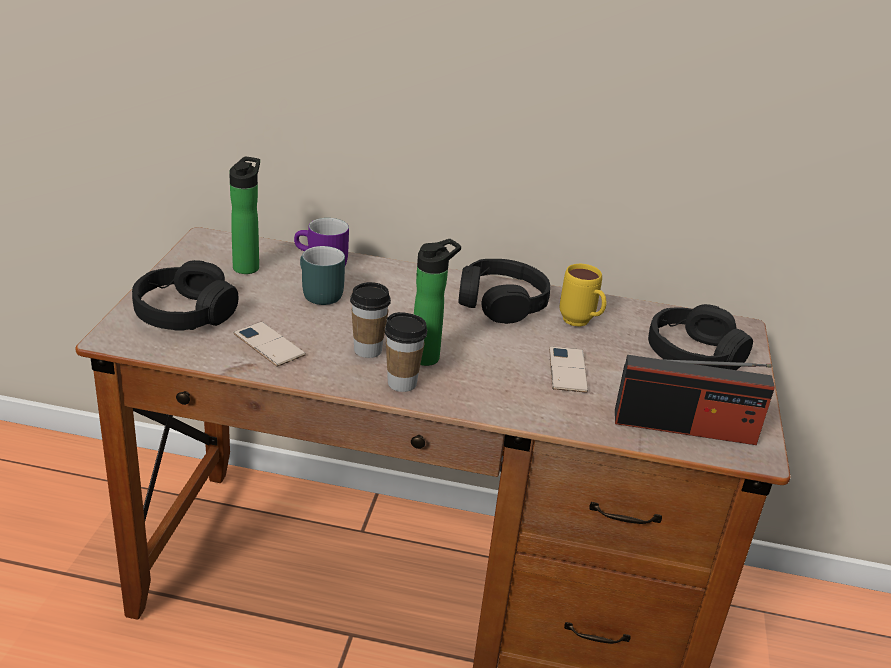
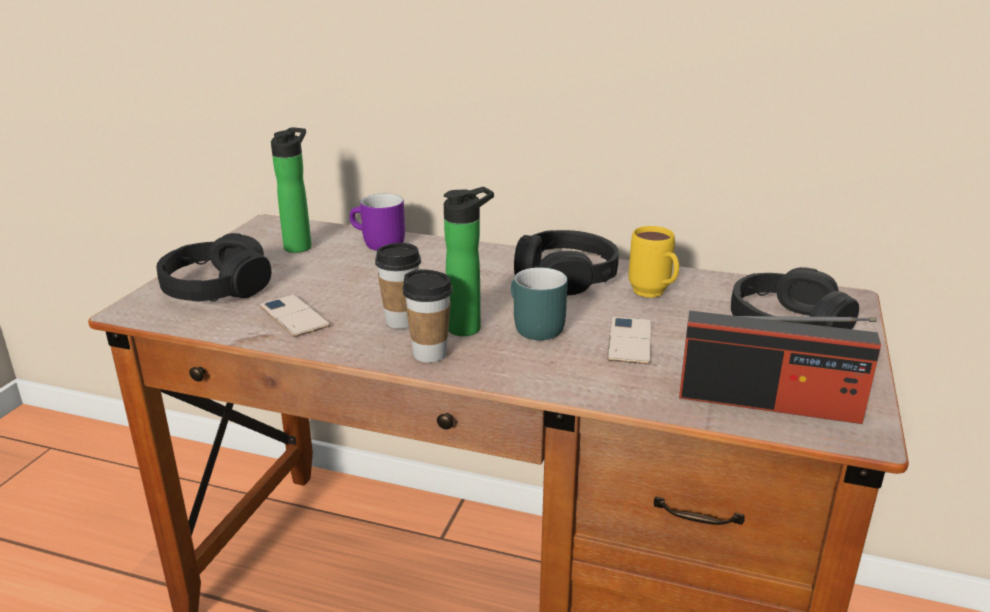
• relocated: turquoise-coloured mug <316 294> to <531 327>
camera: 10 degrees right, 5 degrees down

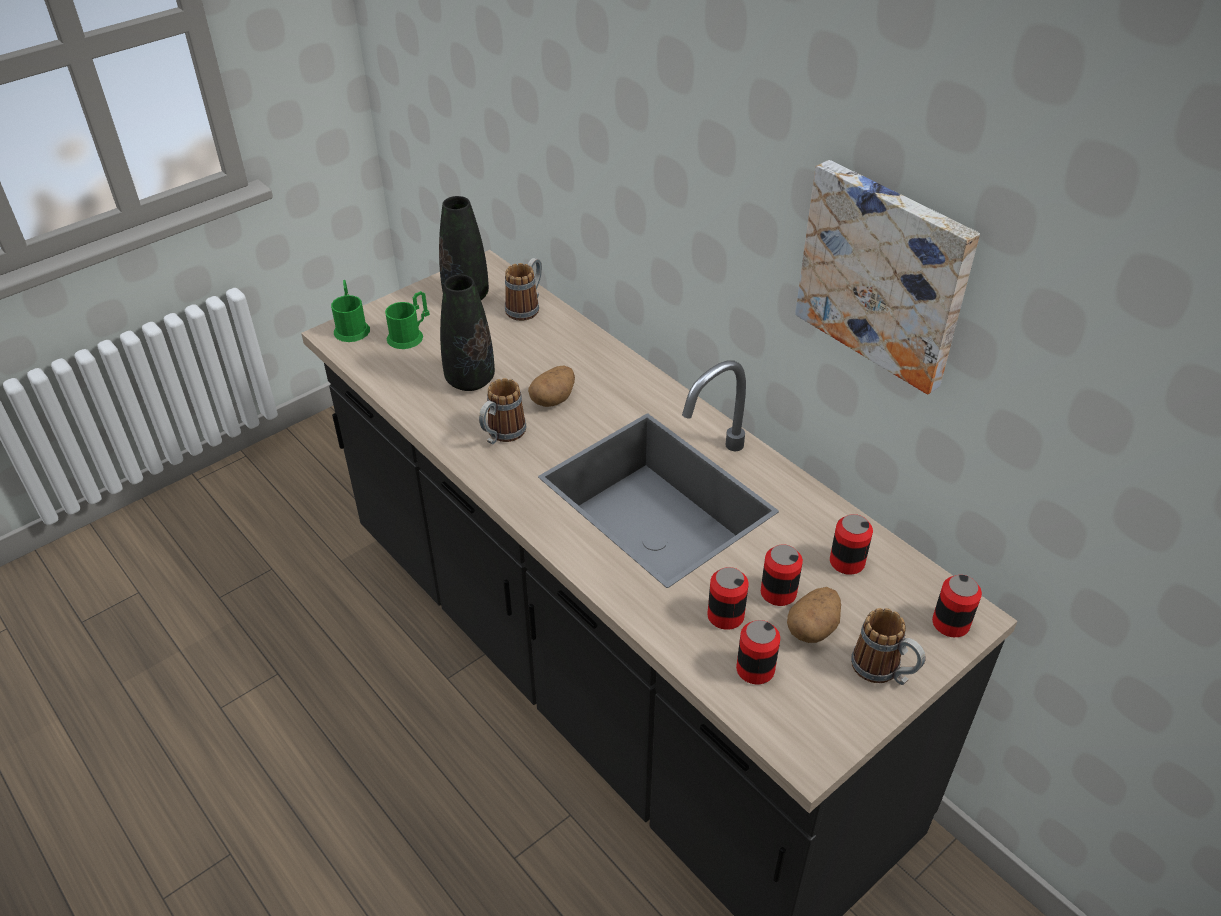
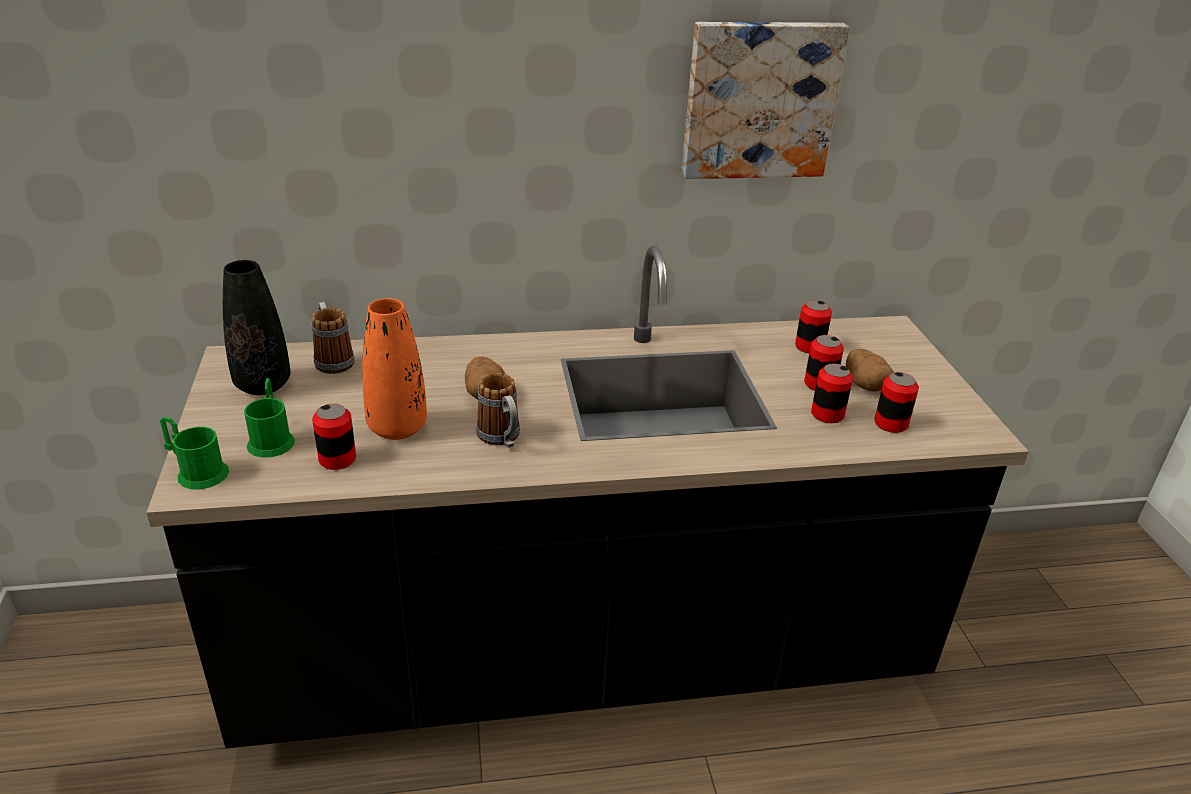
• relocated: metal can <950 623> to <337 459>
• colour: black vase <470 380> to orange vase <397 428>
• missing: mug <883 672>
camera: 60 degrees left, 10 degrees down

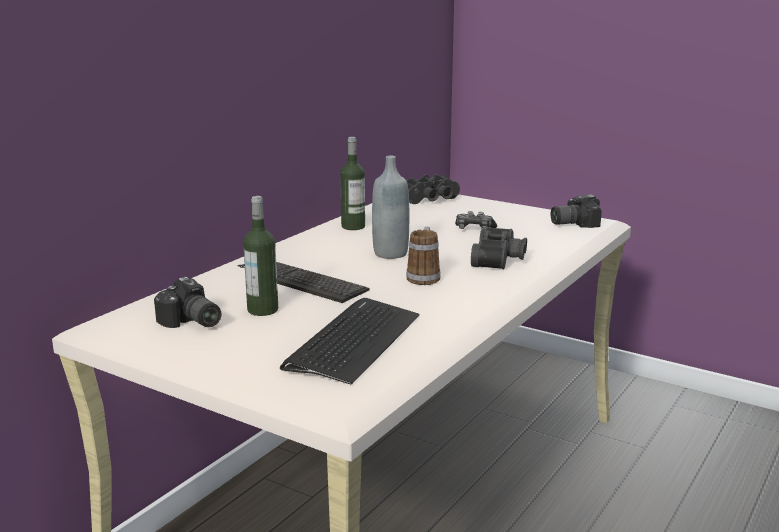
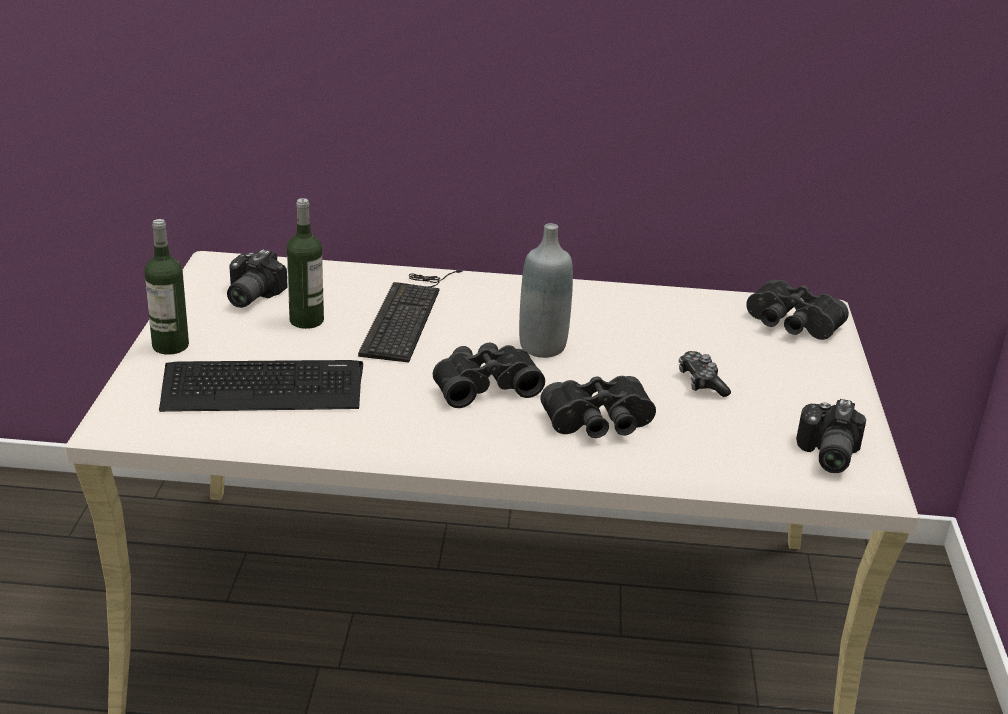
• relocated: bottle <353 226> to <170 346>
• exchanged: mug <424 276> to black pair of binoculars <484 386>
• spun: still camera <572 223> = <825 455> 120 degrees counterclockwise
camera: 60 degrees right, 10 degrees up

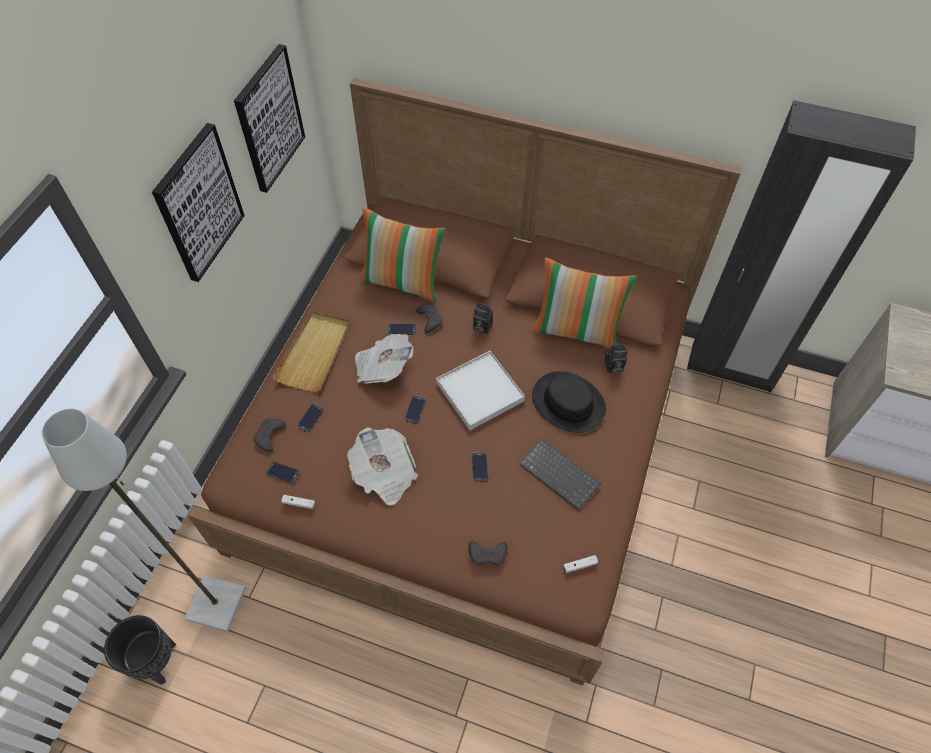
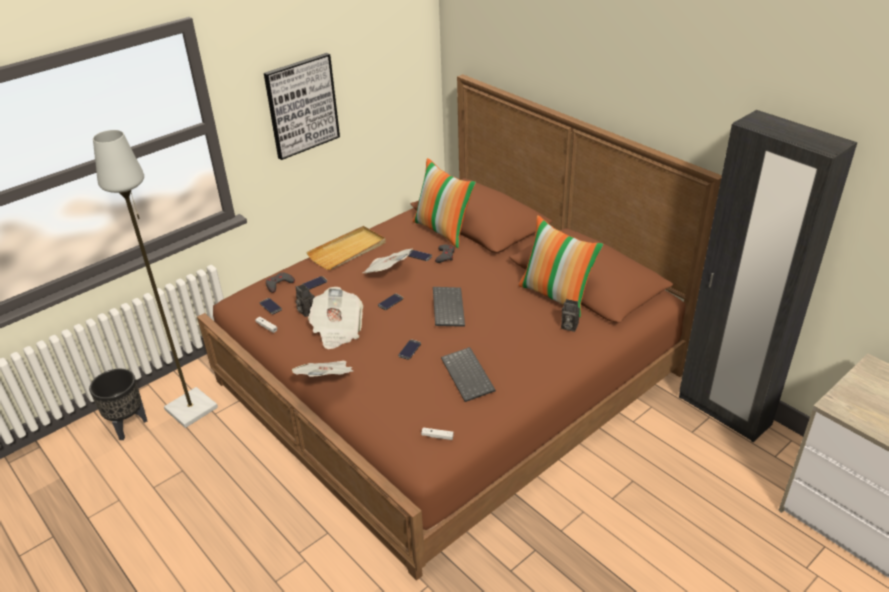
• appeared: newspaper <327 380>
• relocated: still camera <481 327> to <306 311>
• exchanged: white-coloured serving tray <479 392> to keyboard <447 307>
• missing: wall art <269 119>
• missing: greyish joypad <487 554>
• missing: black wearable hat <568 402>
camera: 30 degrees right, 20 degrees down

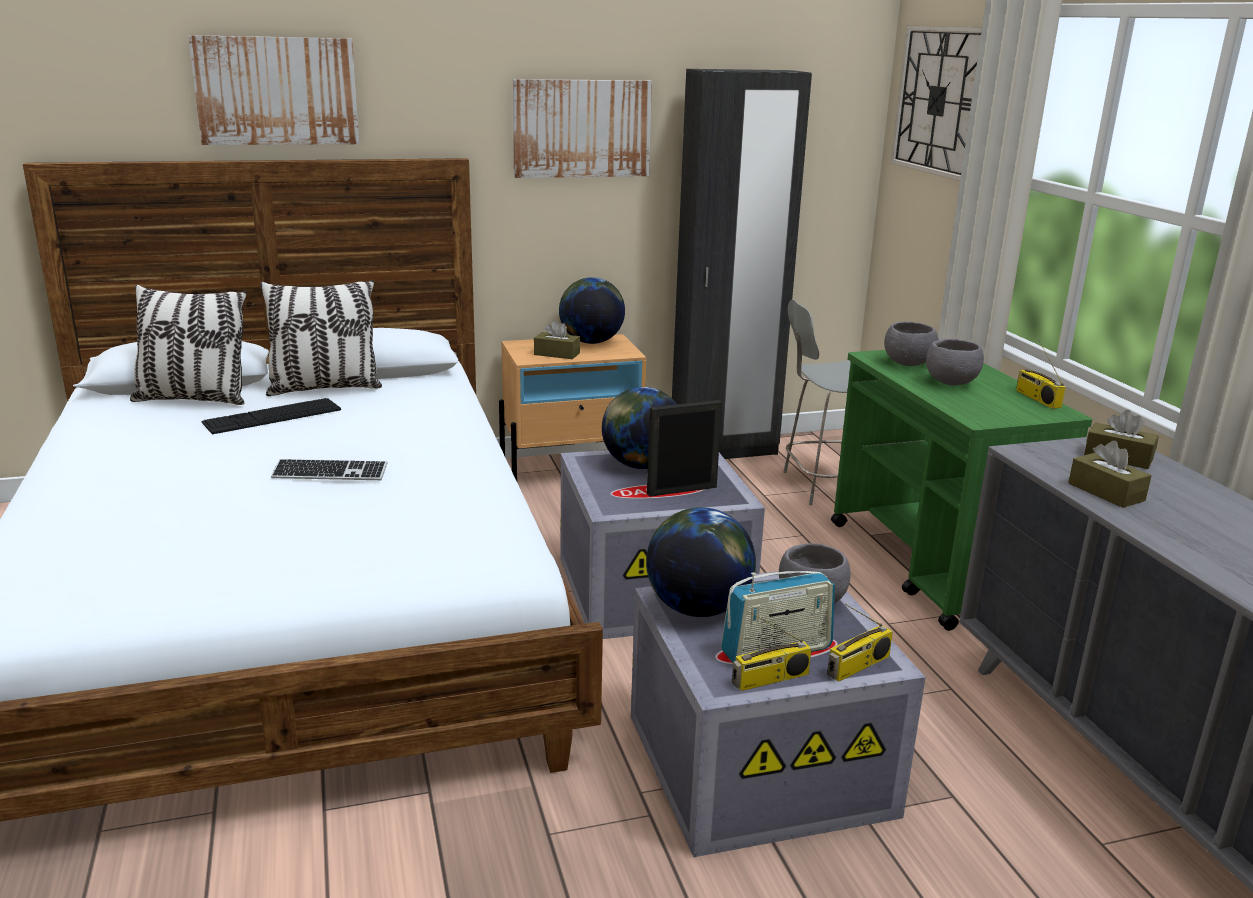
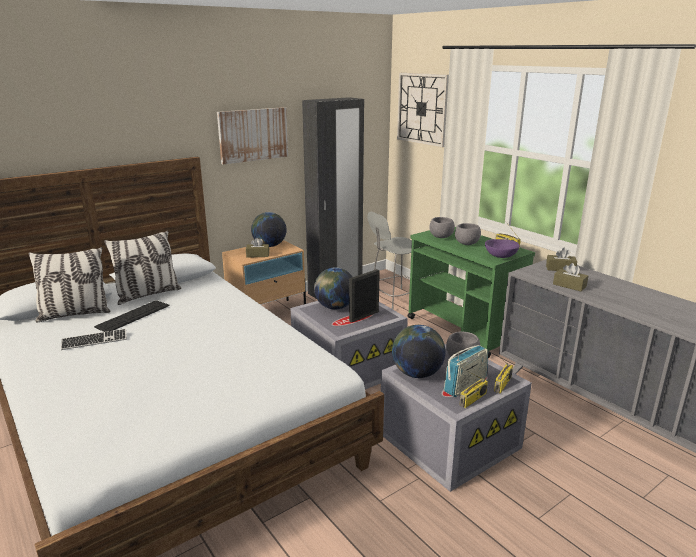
• relocated: keyboard <330 473> to <94 341>
• appeared: purple bowl <500 256>
• missing: wall art <277 91>
camera: 20 degrees left, 0 degrees up

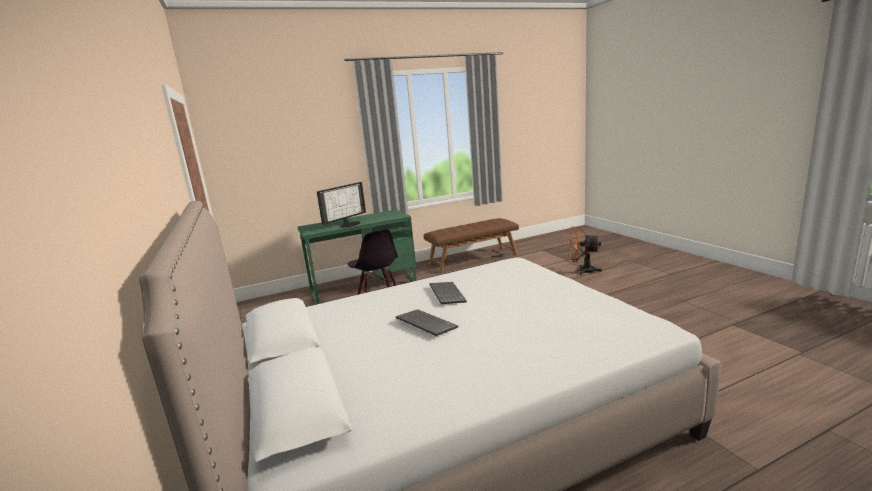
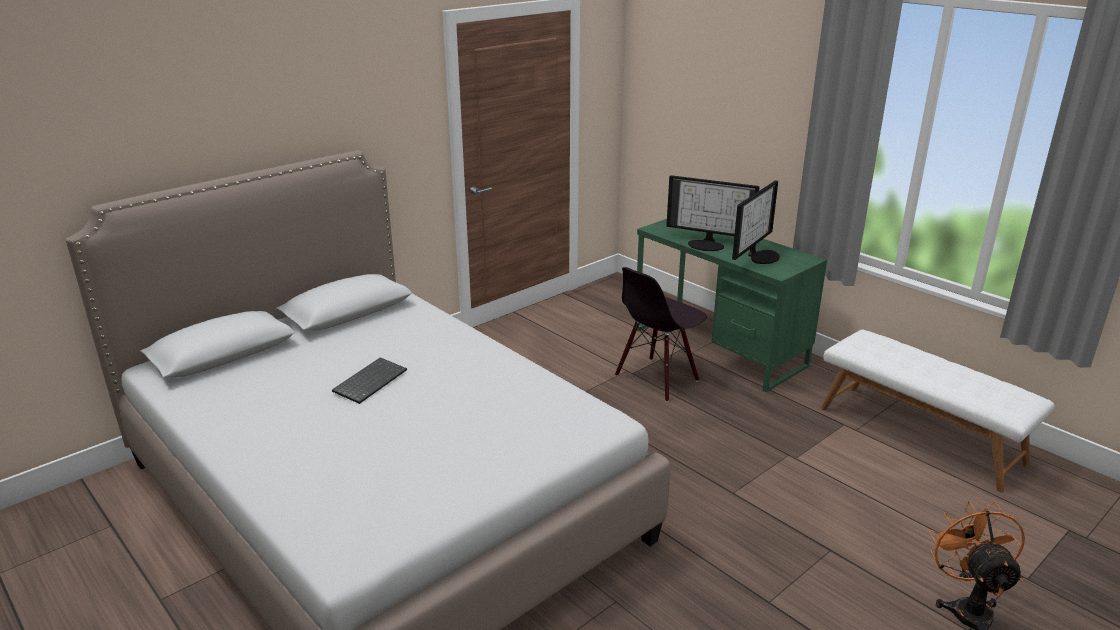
• appeared: monitor <761 256>
• colour: brown bench <473 259> to white-coloured bench <920 434>
• missing: keyboard <446 294>
camera: 70 degrees right, 10 degrees up

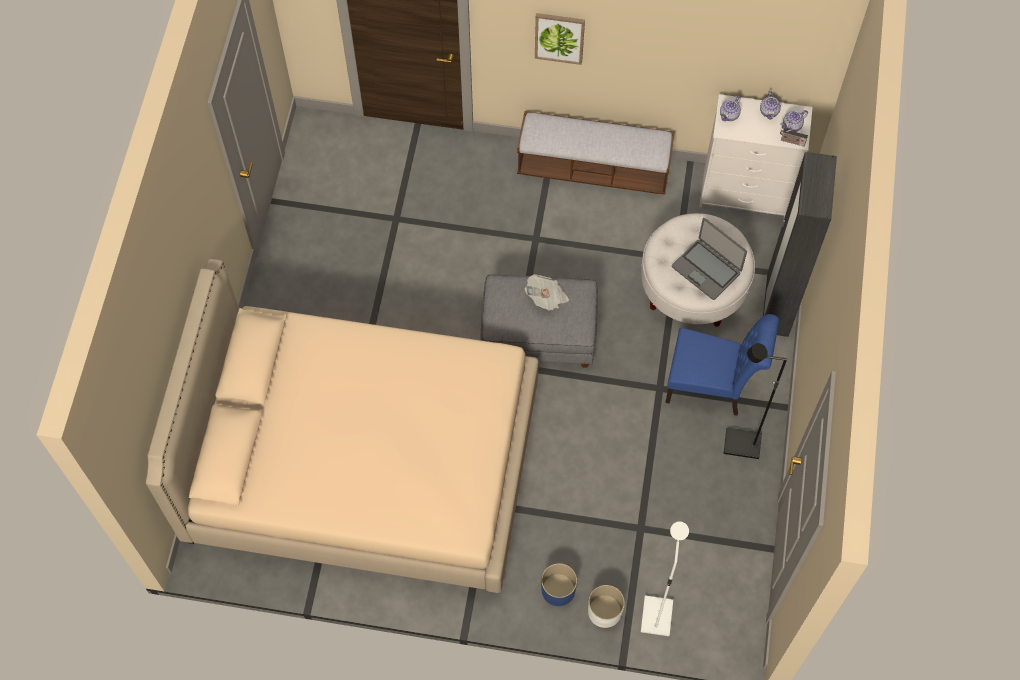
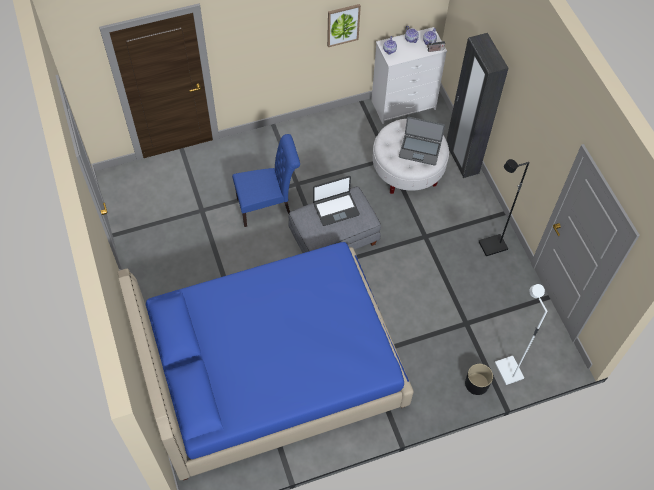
• colour: beige-coloured bedroom bed <363 463> to blue bedroom bed <271 369>
• relocated: blue chair <711 388> to <268 206>
• exchanged: newspaper <546 298> to notebook computer <336 208>
• relocated: wall art <559 37> to <343 25>
• colour: white-coloured flower pot <604 611> to black flower pot <476 383>
• missing: bench <593 169>
• missing: blue flower pot <558 590>
camera: 30 degrees left, 5 degrees down

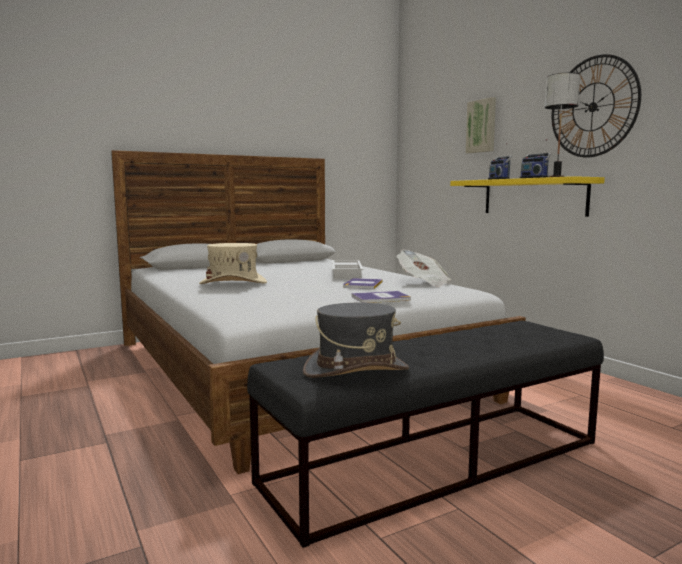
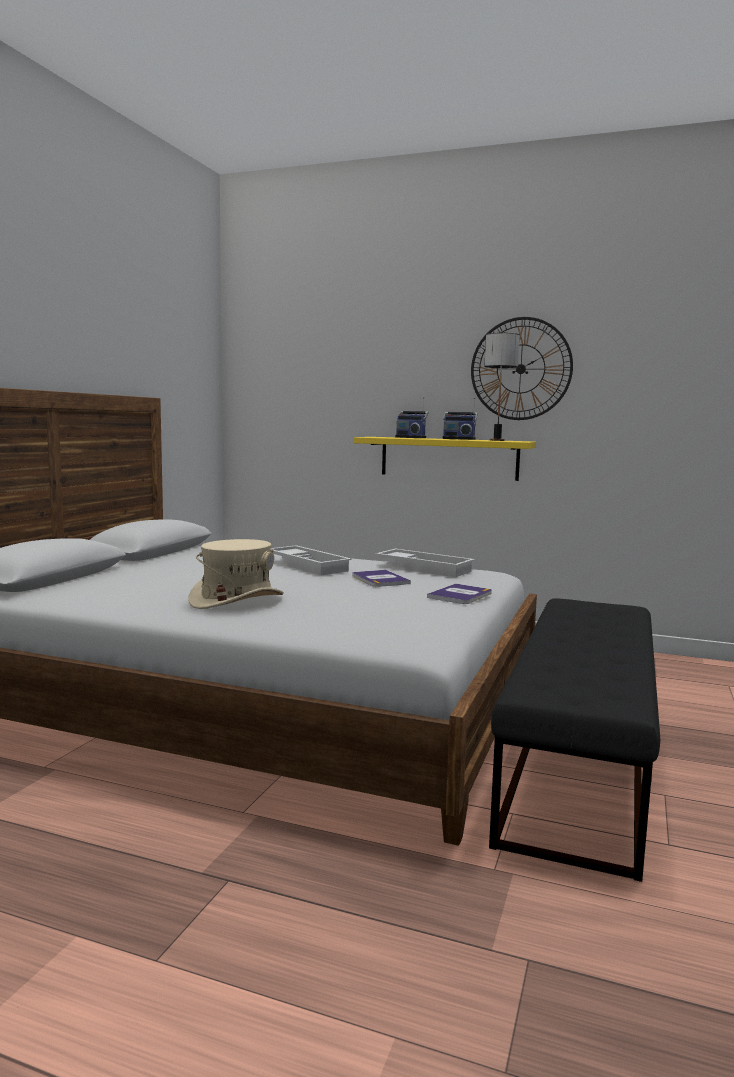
• exchanged: newspaper <423 282> to white-coloured serving tray <425 568>
• missing: greyish wearable hat <356 370>
• missing: wall art <482 126>
camera: 40 degrees left, 0 degrees up

